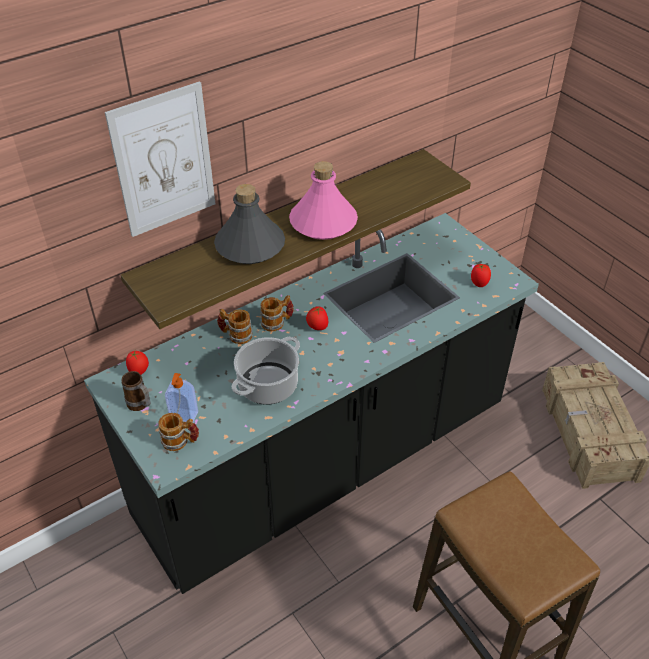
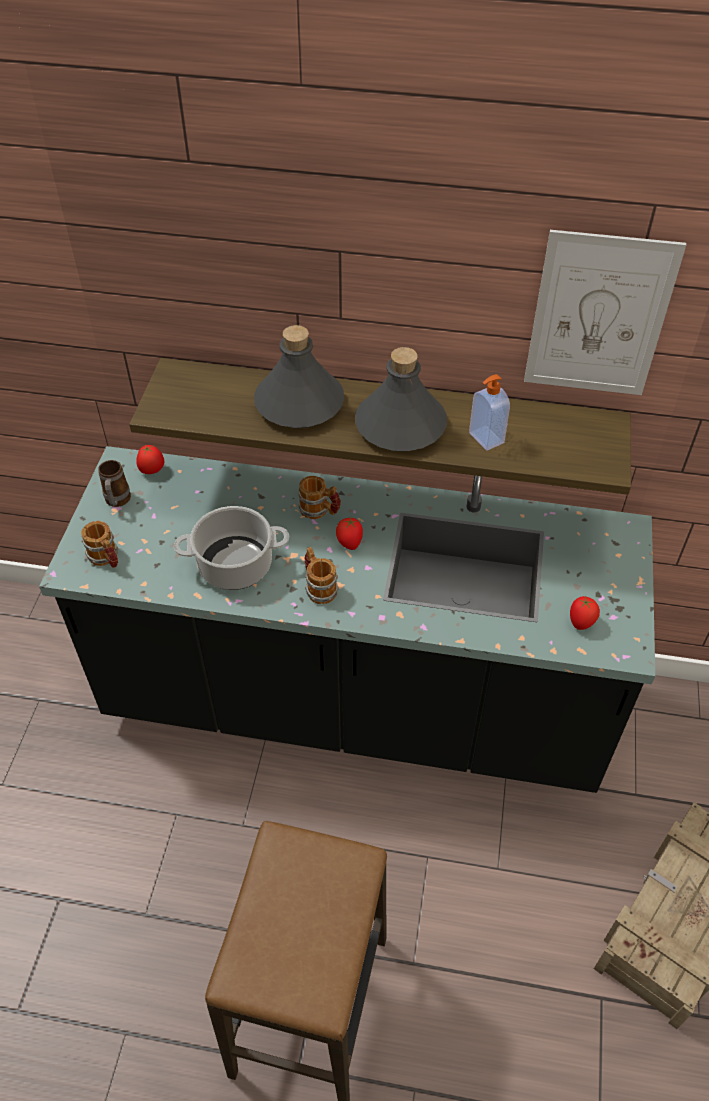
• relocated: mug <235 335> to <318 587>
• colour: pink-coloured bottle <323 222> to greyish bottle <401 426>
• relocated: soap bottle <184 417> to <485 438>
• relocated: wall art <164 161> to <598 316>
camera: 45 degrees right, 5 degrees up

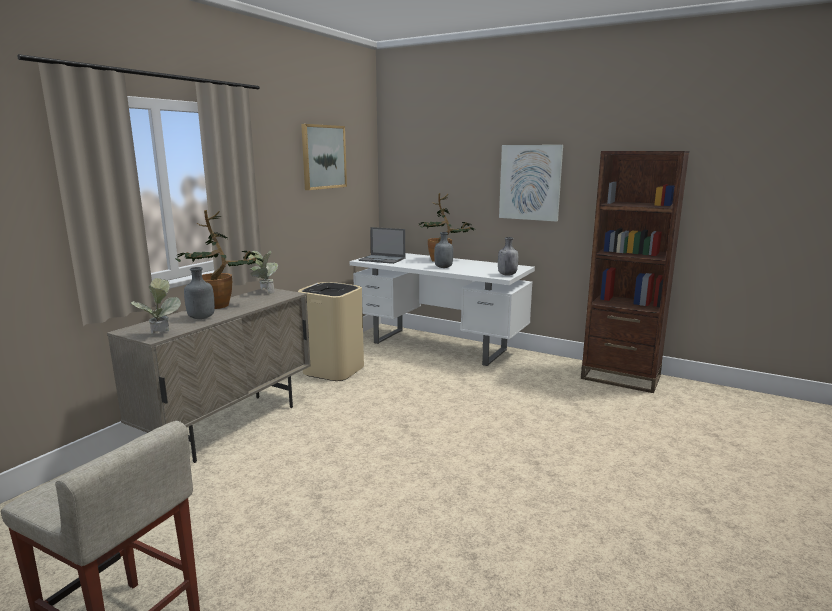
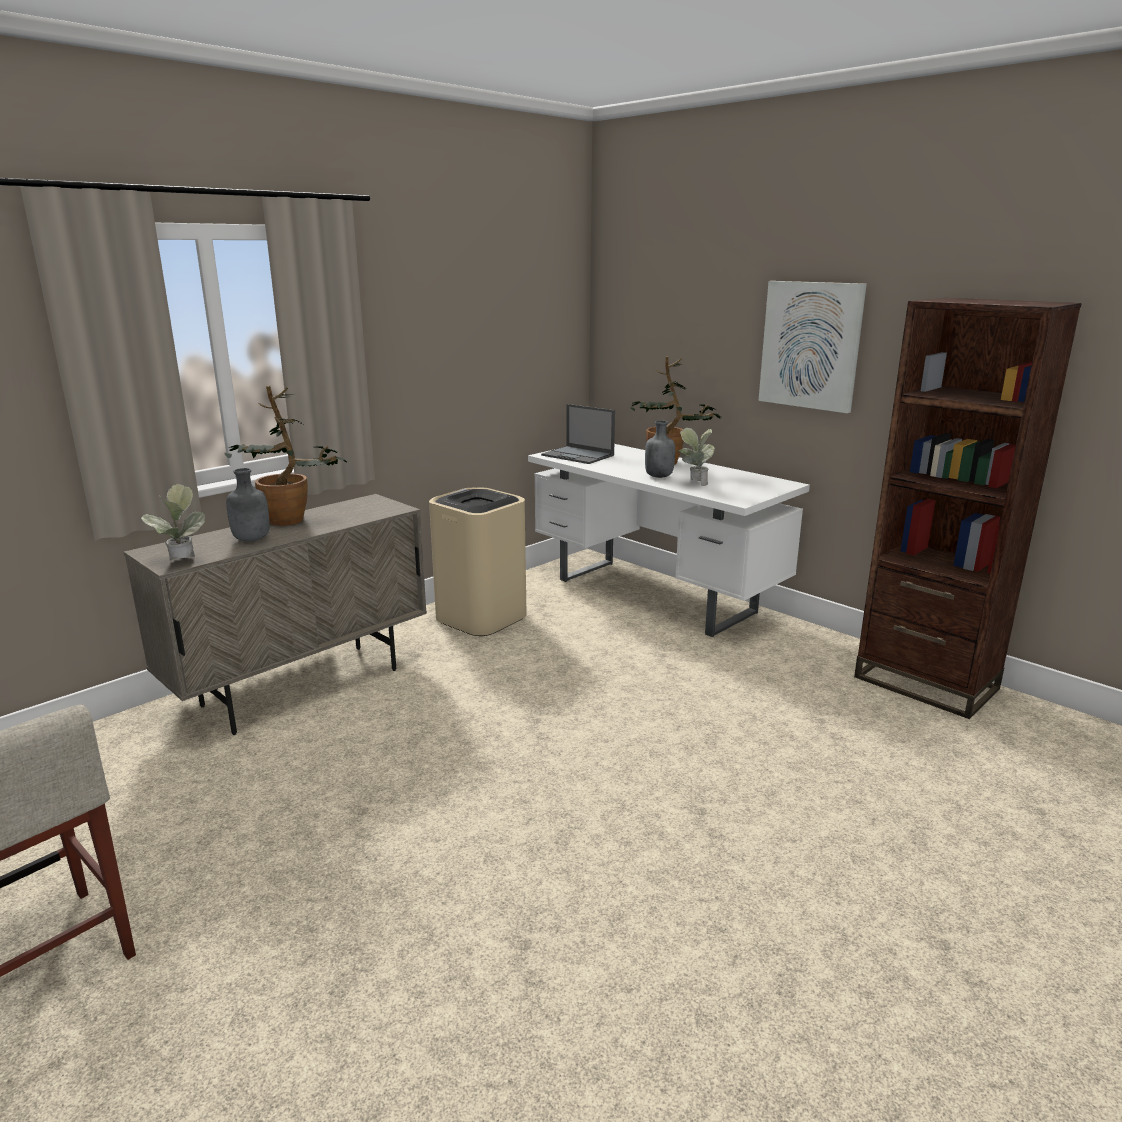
• relocated: plant in a pot <264 292> to <694 483>
• missing: wall art <323 157>
• missing: greyish bottle <507 274>
camera: 15 degrees right, 5 degrees up

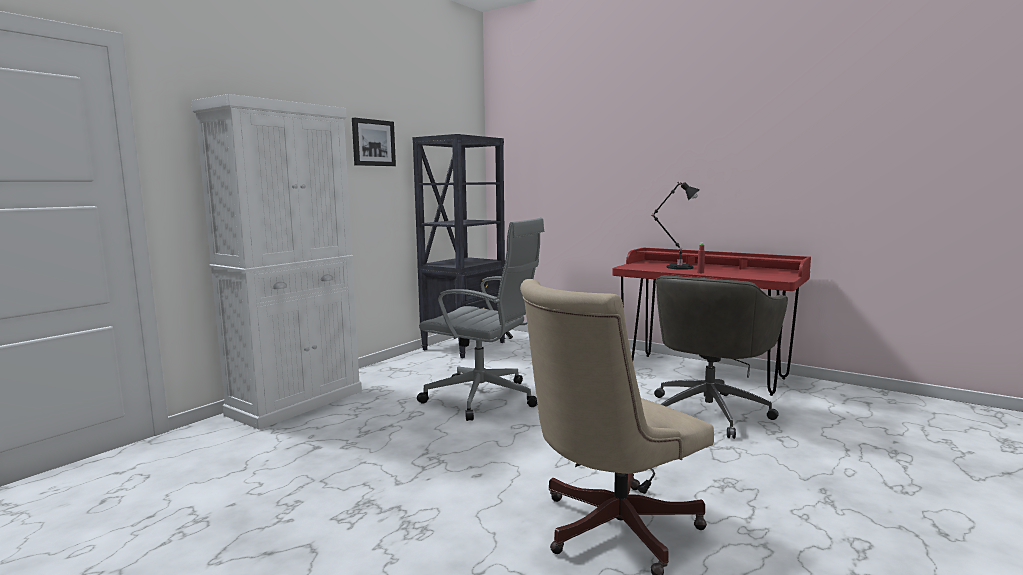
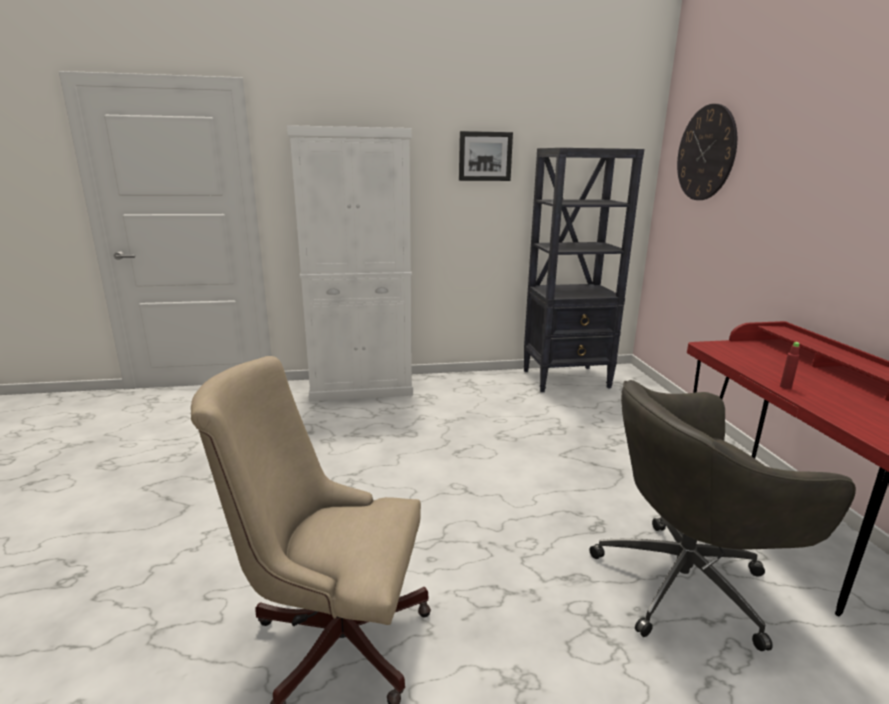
• appeared: clock on the wall <706 153>
• missing: greyish office chair <484 399>
• missing: black table lamp <677 267>
camera: 45 degrees right, 10 degrees up

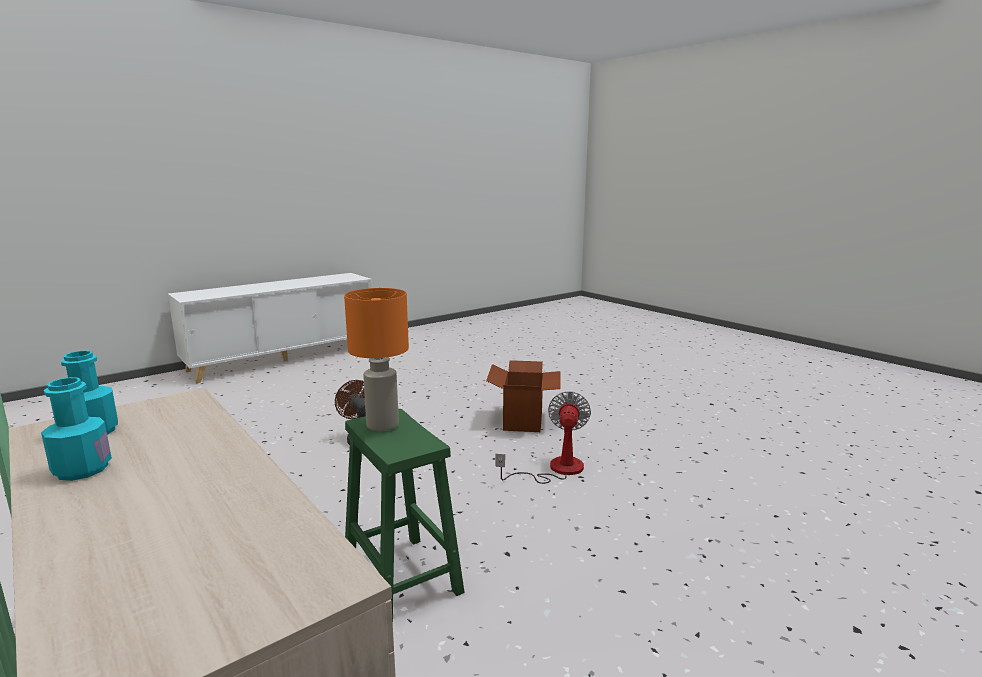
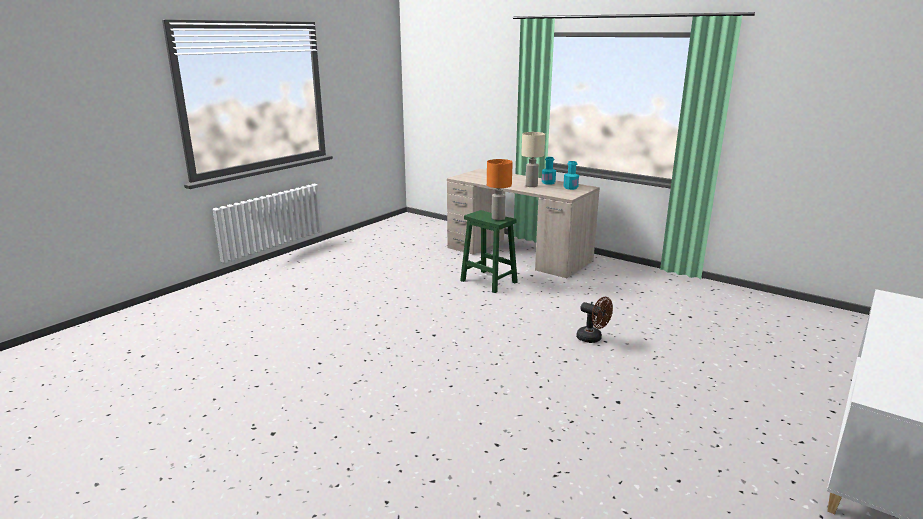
• appeared: beige-coloured table lamp <531 186>
• missing: carton <524 421>
• missing: fan <555 469>
camera: 165 degrees right, 5 degrees up

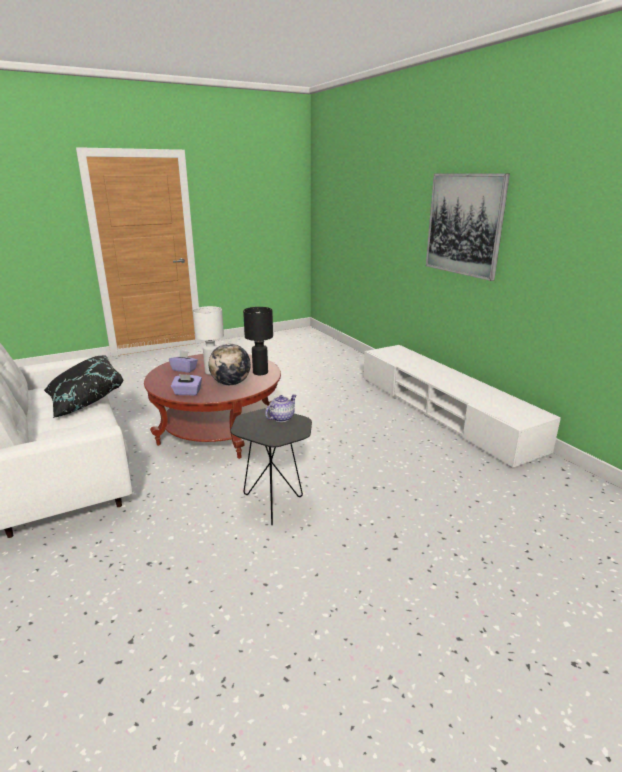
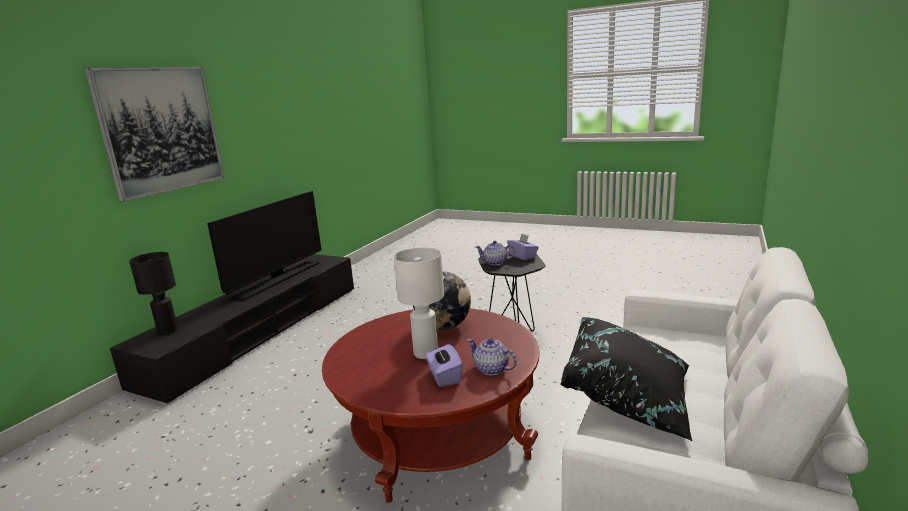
• colour: white-coloured tv stand <443 412> to black tv stand <259 332>
• relocated: black table lamp <260 373> to <168 331>
• appeared: TV set <278 279>
• appeared: teapot <492 369>
• relocated: purple tissue holder <187 393> to <523 256>
camera: 125 degrees left, 5 degrees down

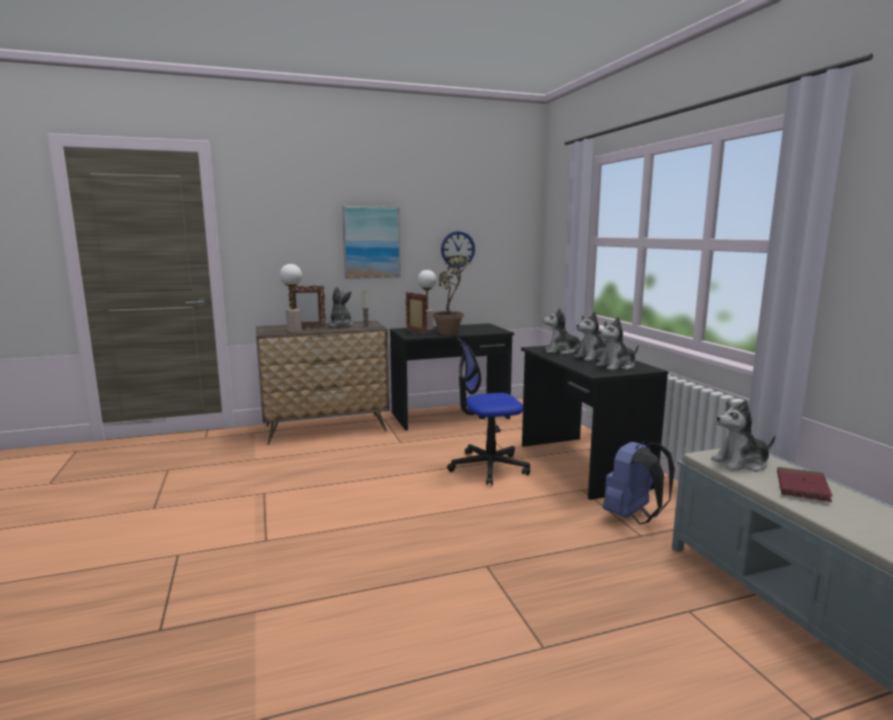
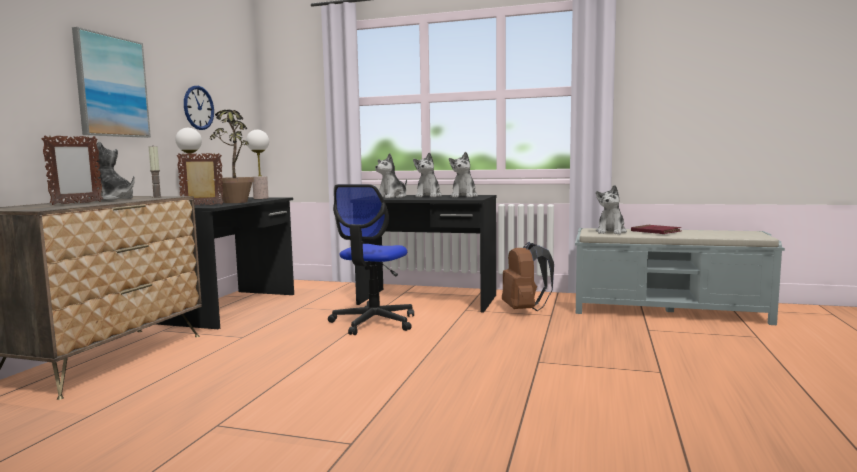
• relocated: table lamp <294 331> to <261 198>
• colour: blue rucksack <633 517> to brown rucksack <524 310>
camera: 55 degrees left, 5 degrees down

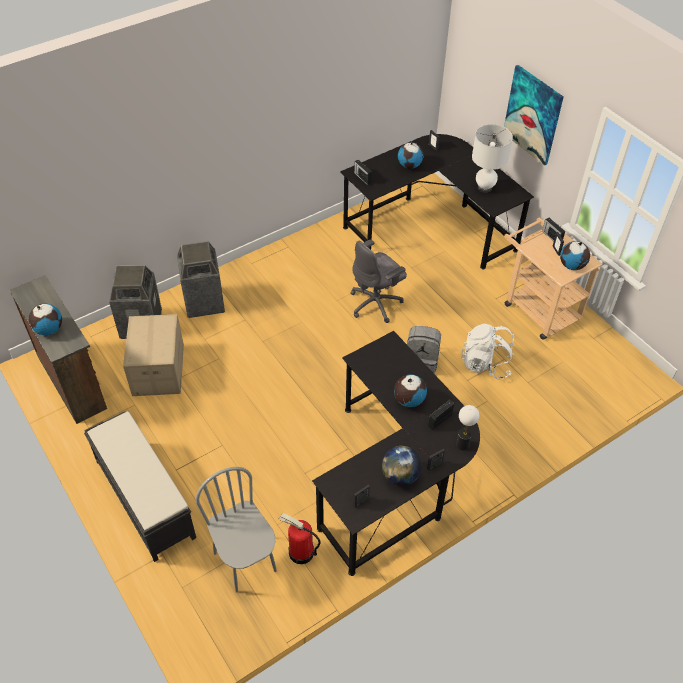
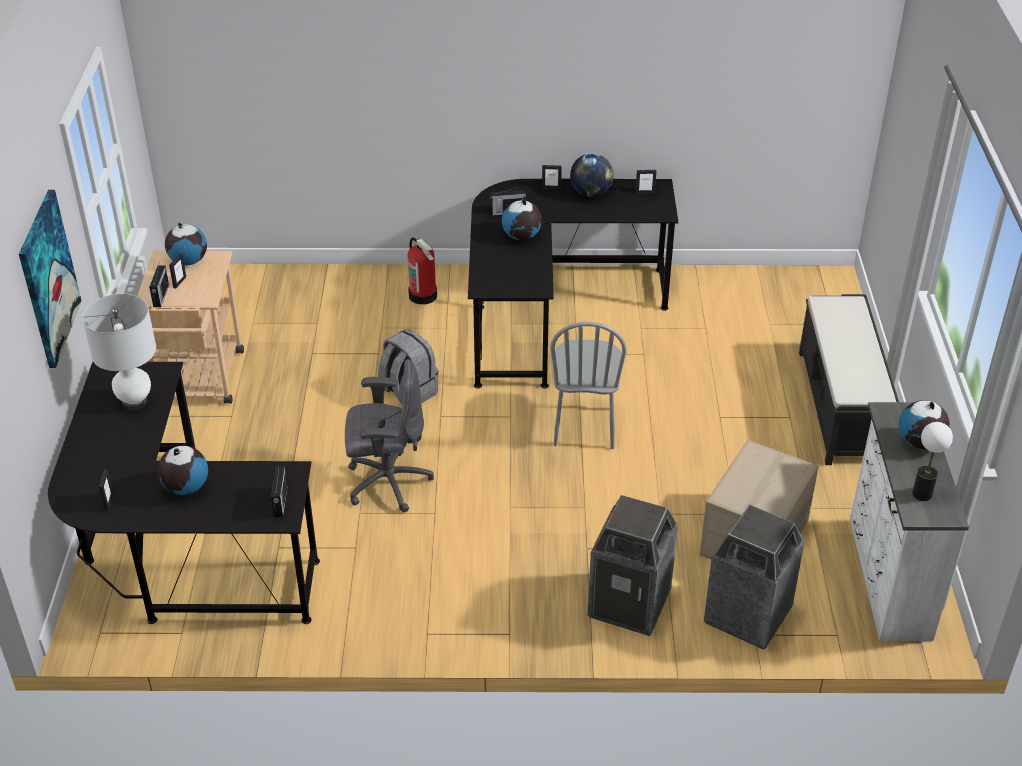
• relocated: fire-fighting cylinder <300 552> to <423 296>
• relocated: greyish chair <245 561> to <584 427>
• colour: brown chest of drawers <73 381> to white-coloured chest of drawers <887 578>
• relocated: table lamp <462 444> to <922 494>
• missing: white-coloured rucksack <485 364>
camera: 145 degrees left, 10 degrees down

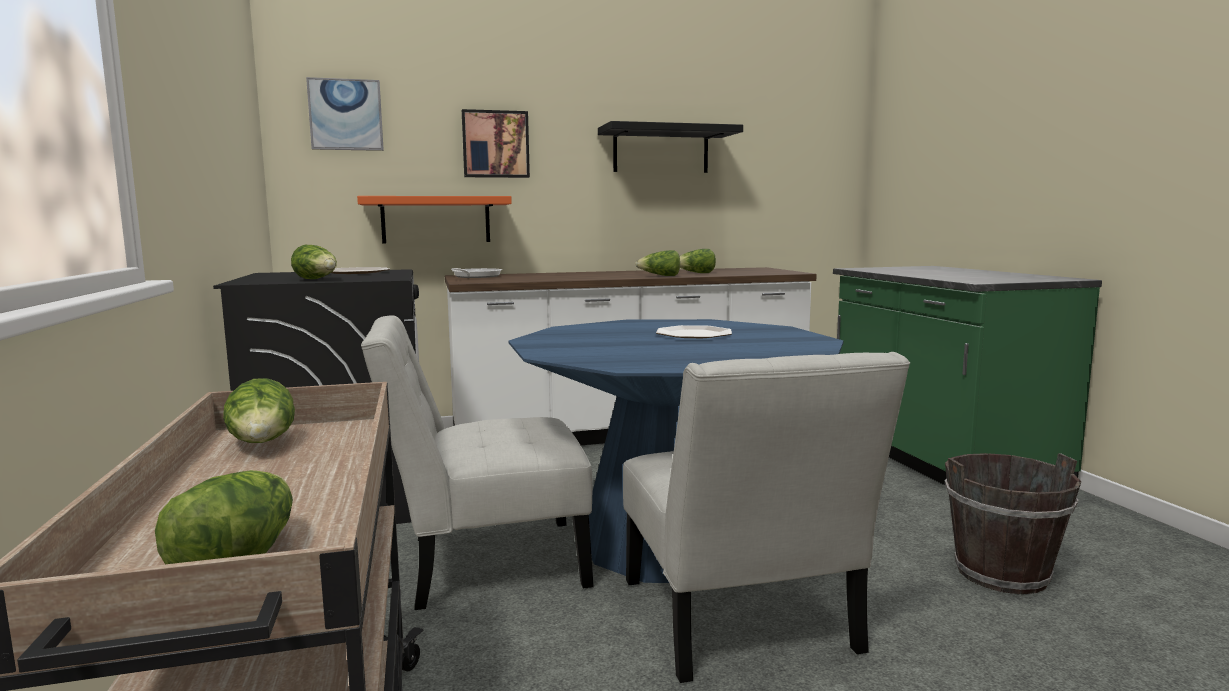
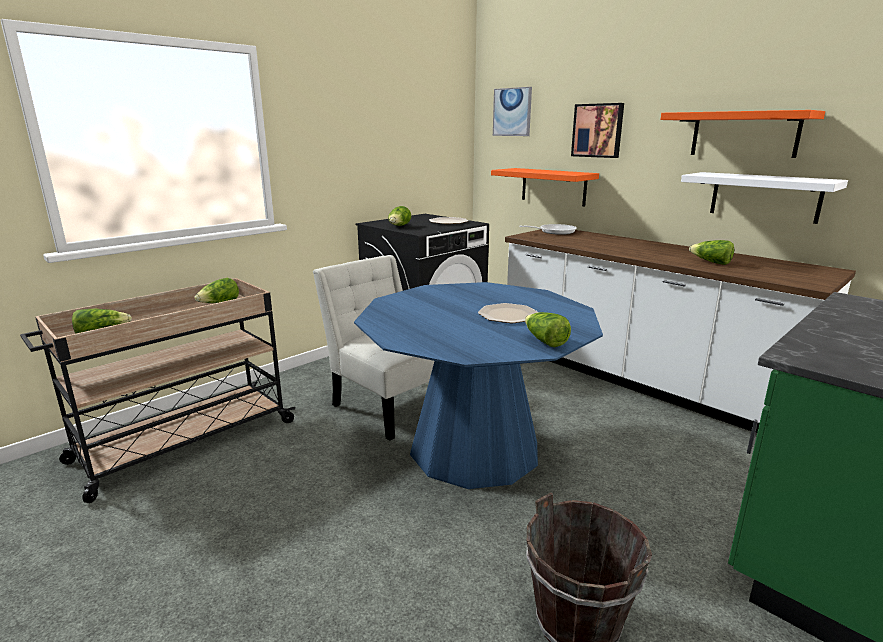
• relocated: head of lettuce <660 276> to <545 341>
• colour: black bracket shelf <661 151> to orange bracket shelf <744 134>
• appeared: white-coloured bracket shelf <764 197>
• missing: white-coloured chair <740 623>
camera: 60 degrees right, 10 degrees up

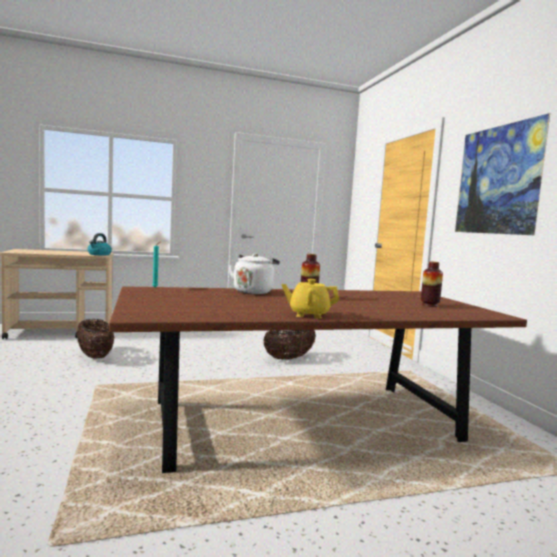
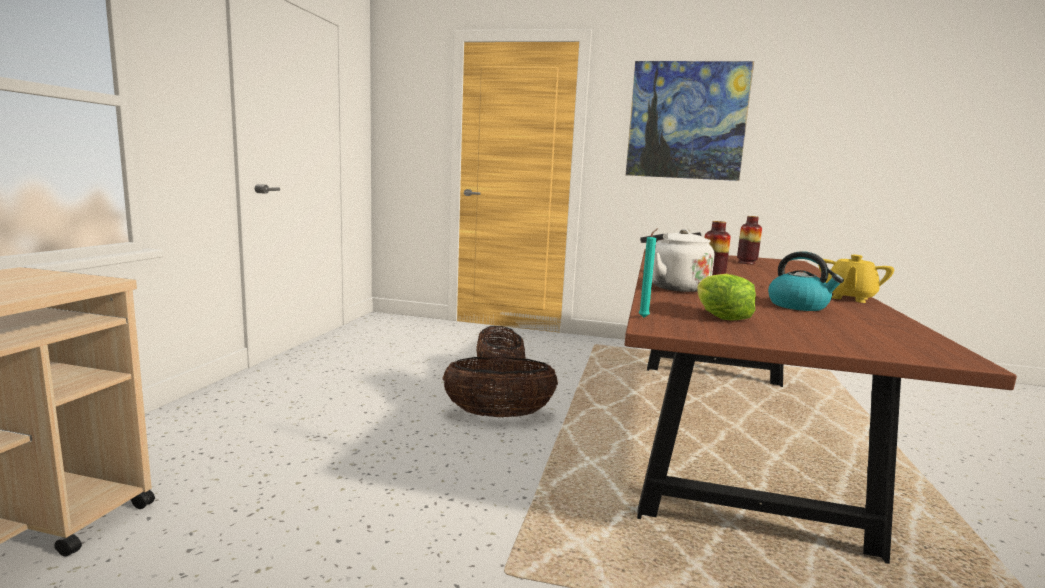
• relocated: basket <95 356> to <498 415>
• appeared: head of lettuce <720 316>
• relocated: tea kettle <99 254> to <798 306>
camera: 60 degrees left, 5 degrees up

